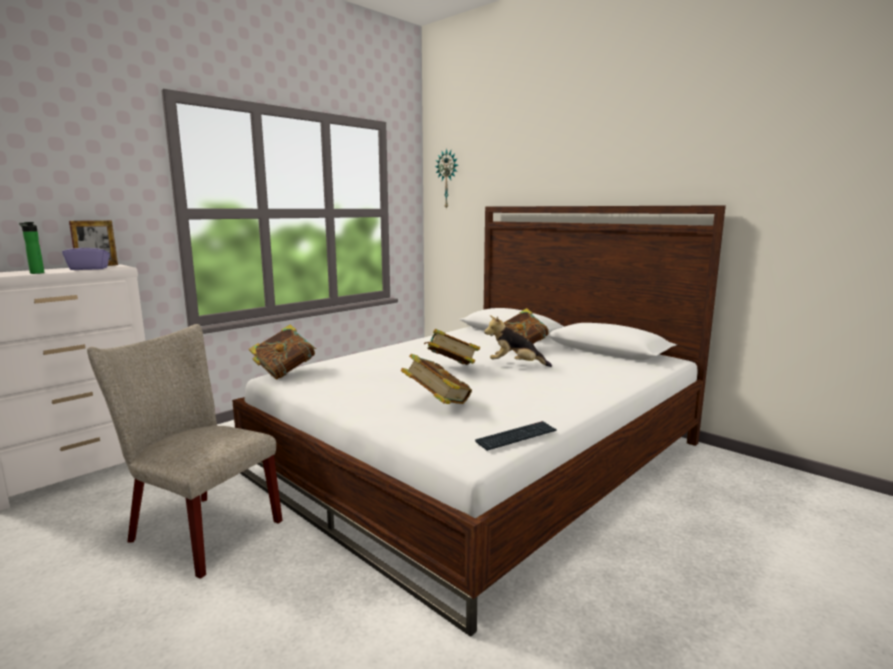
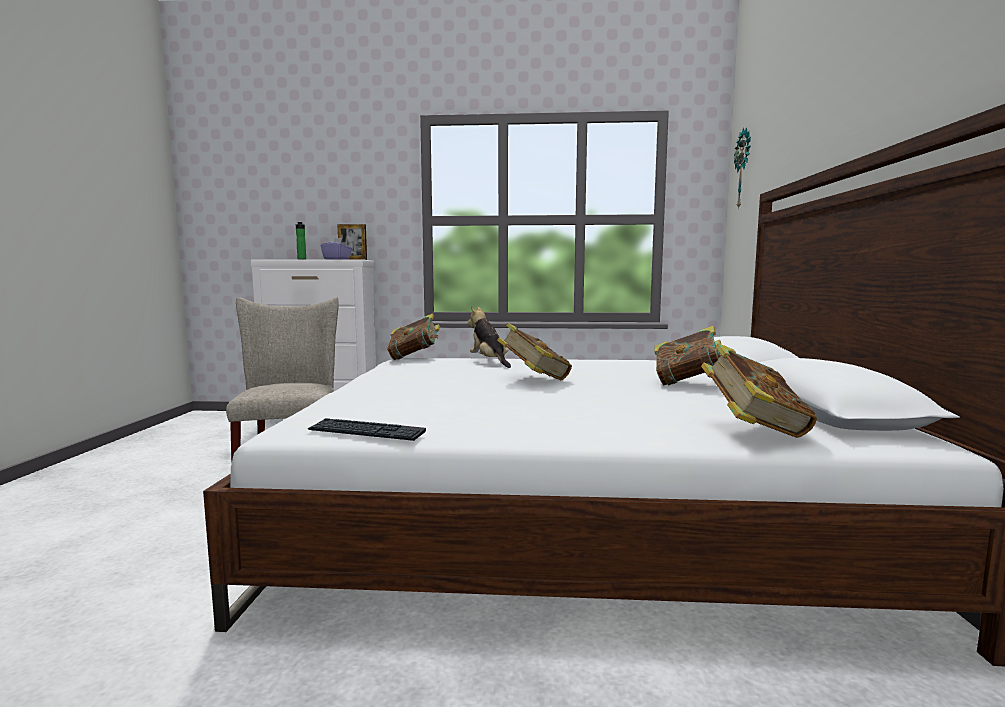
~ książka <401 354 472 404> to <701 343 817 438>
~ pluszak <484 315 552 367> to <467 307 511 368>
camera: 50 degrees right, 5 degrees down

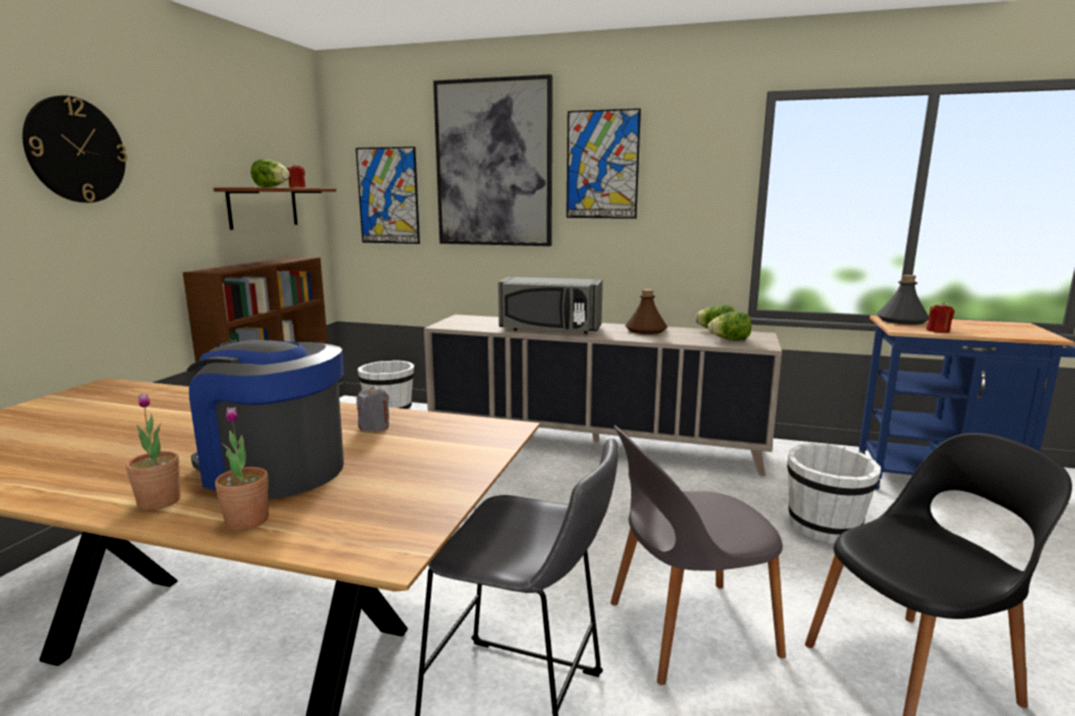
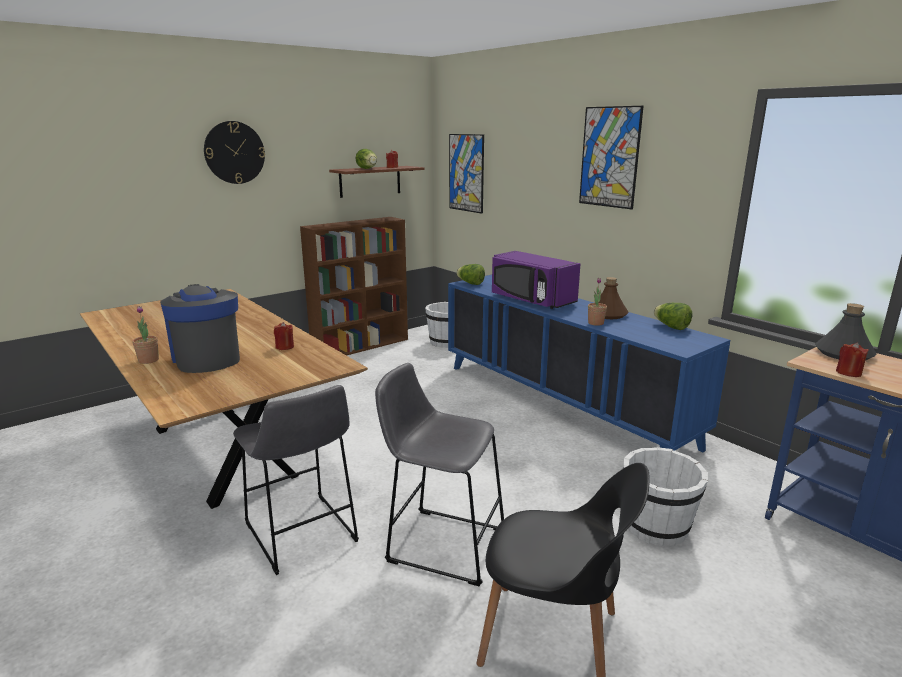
~ roślina doniczkowa <215 407 269 531> to <588 278 607 326>
~ świeca/szary <356 386 389 432> to świeca/czerwony <274 322 294 350>
~ szafka/beżowy <424 314 782 476> to szafka/niebieski <448 275 730 452>
- obraz <433 74 553 246>
~ mikrofalówka/szary <498 277 603 334> to mikrofalówka/fioletowy <492 251 580 309>
~ krzesło/szary <611 426 786 685> to stołek/szary <375 363 504 586>
~ sałata <708 311 751 341> to <456 264 485 285>
camera: 35 degrees right, 5 degrees up

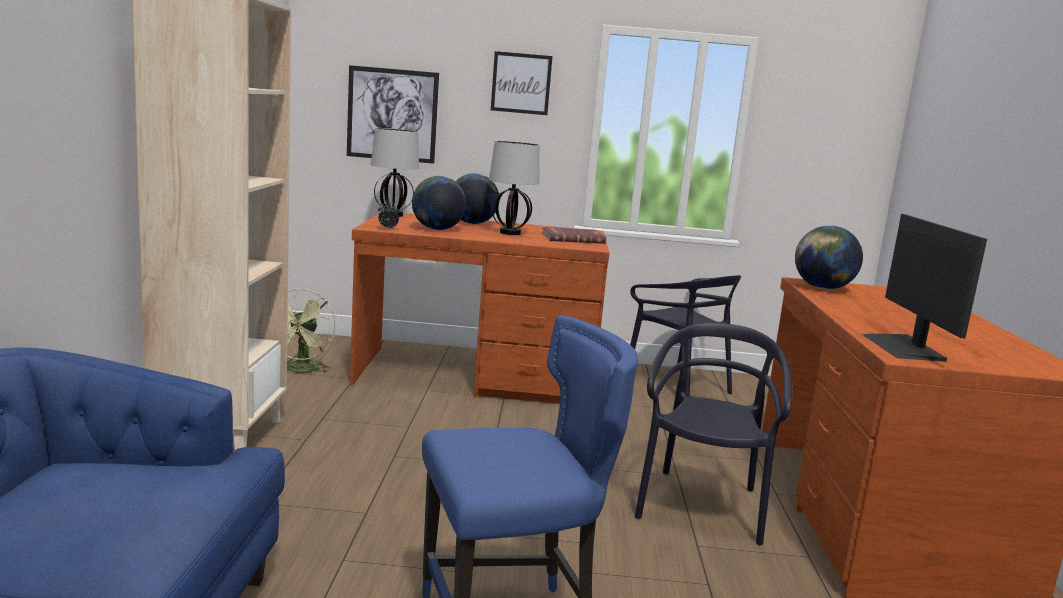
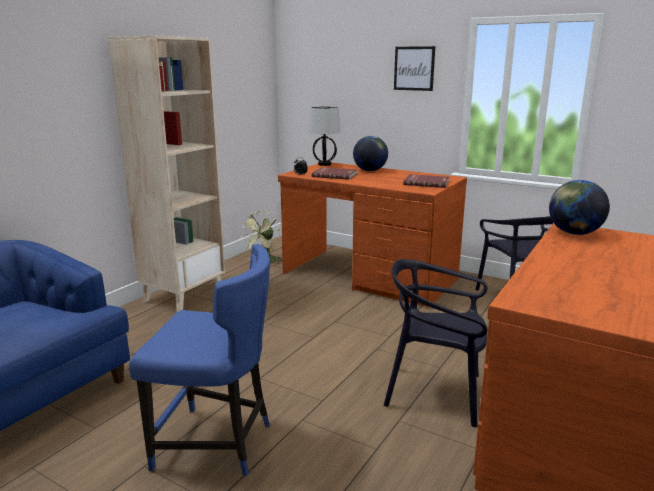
- obraz <347 65 439 164>
~ globus <412 176 466 230> to książka/czerwony <312 167 357 180>
- lampa stołowa <489 141 540 235>
~ krzesło/czarny <635 322 793 545> = <384 259 488 427> 120 degrees counterclockwise
- monitor <862 214 987 362>
camera: 30 degrees right, 5 degrees up

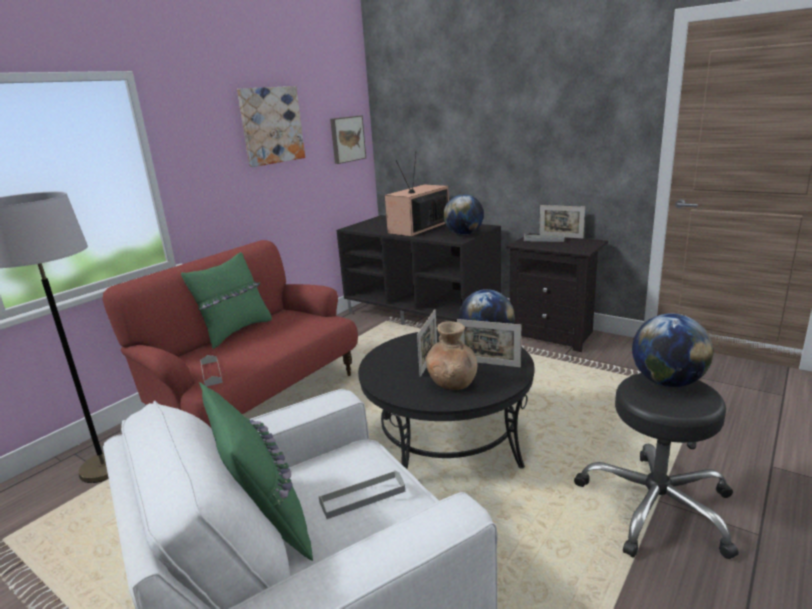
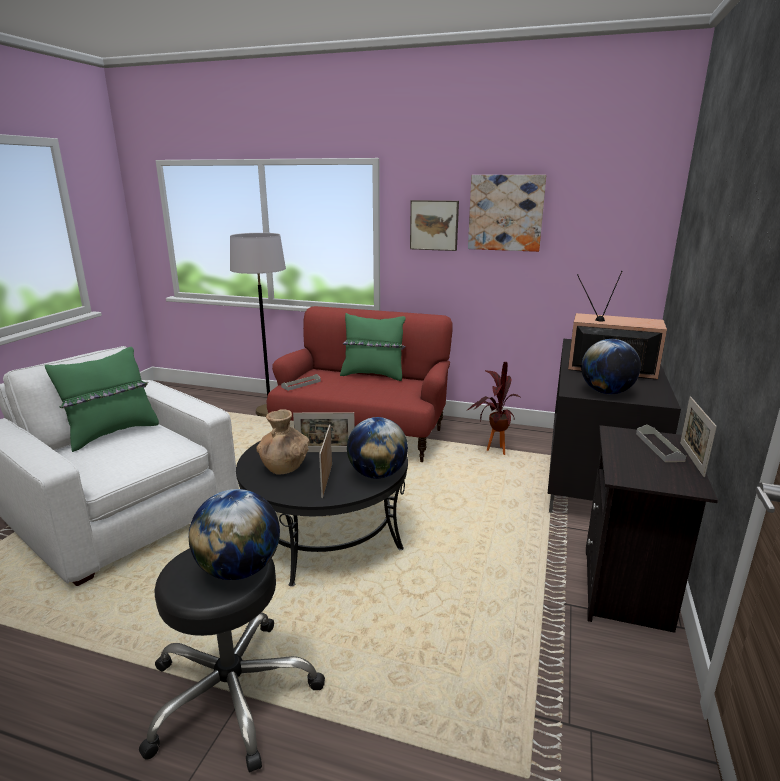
- taca/szary <319 470 405 519>
~ obraz <330 115 366 164> to <410 200 459 251>
+ roślina doniczkowa <466 362 520 455>
camera: 70 degrees right, 0 degrees up

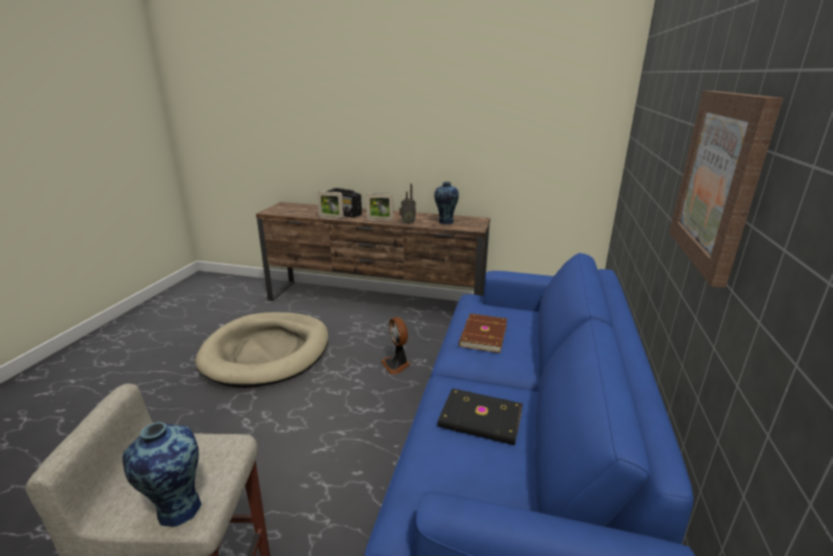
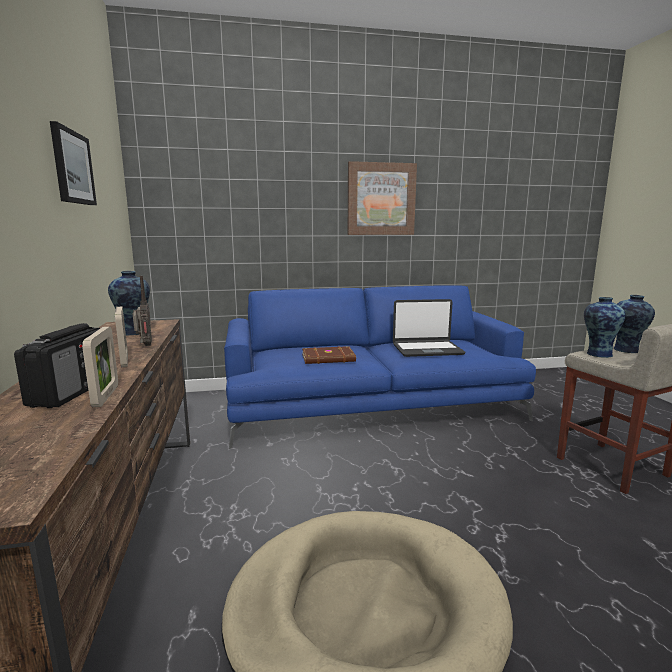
- wentylator <381 317 410 375>
~ książka/czarny <438 388 523 445> to laptop <393 299 465 357>
+ obraz <50 121 97 205>
+ wazon <584 297 625 358>
camera: 115 degrees left, 10 degrees down

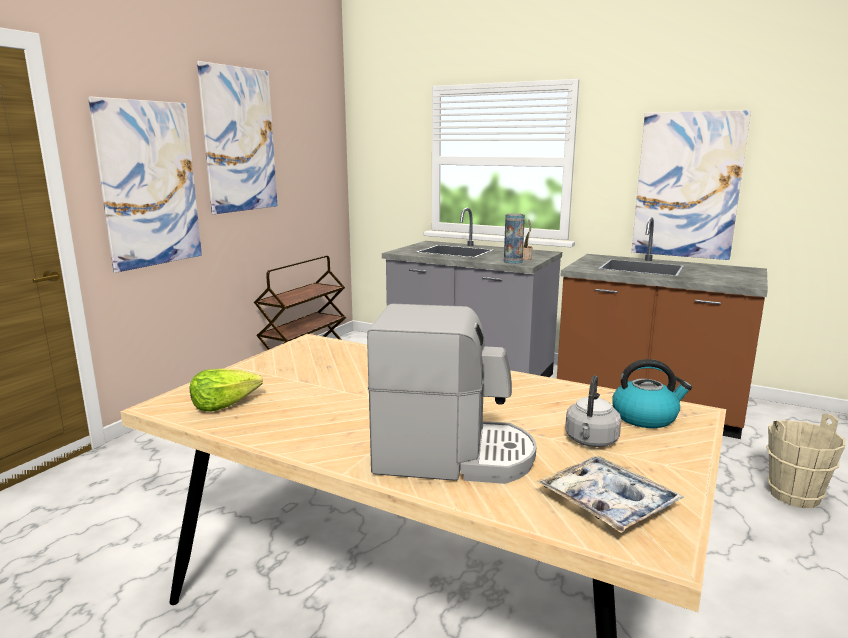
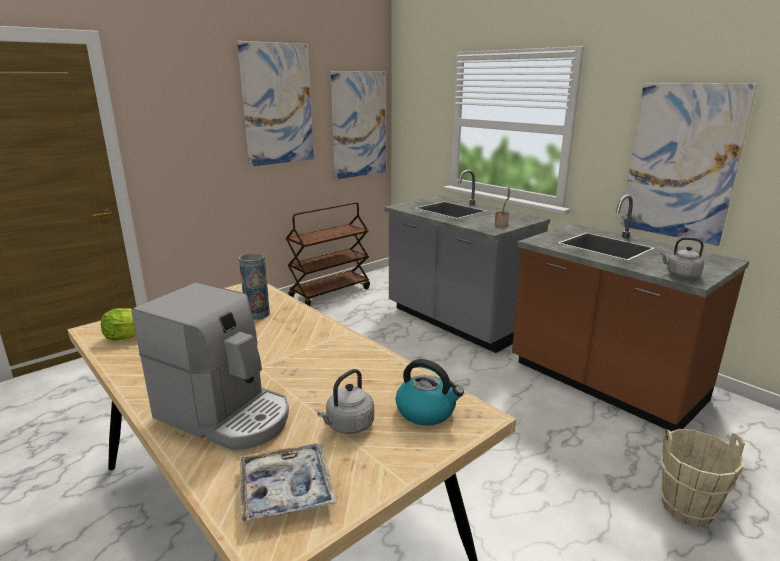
~ obraz <88 96 202 273> to <331 71 386 180>
~ wazon <504 213 525 264> to <239 253 270 320>
+ czajnik/szary <660 237 704 278>
camera: 20 degrees right, 5 degrees up

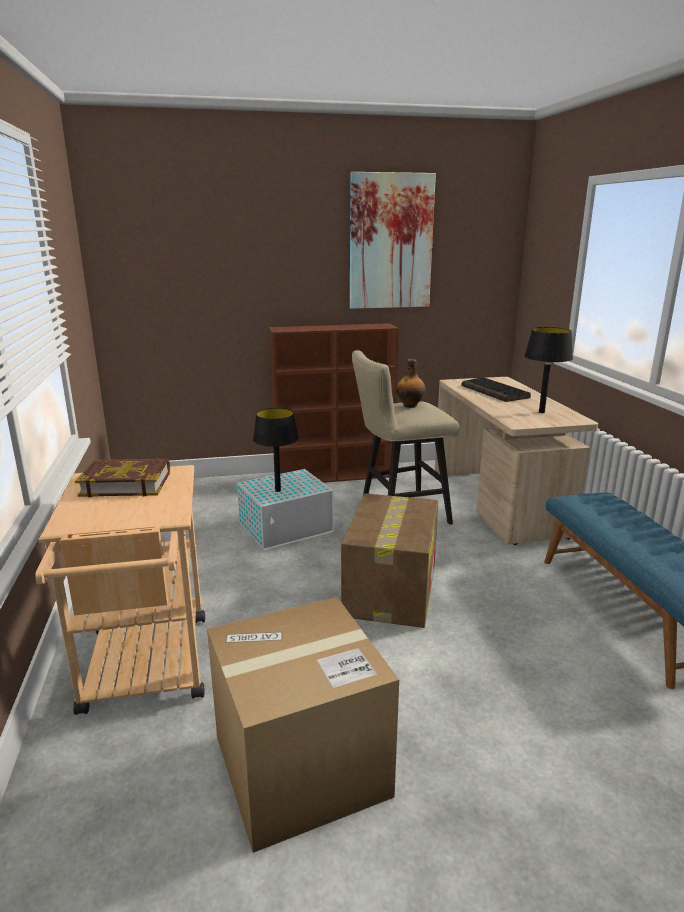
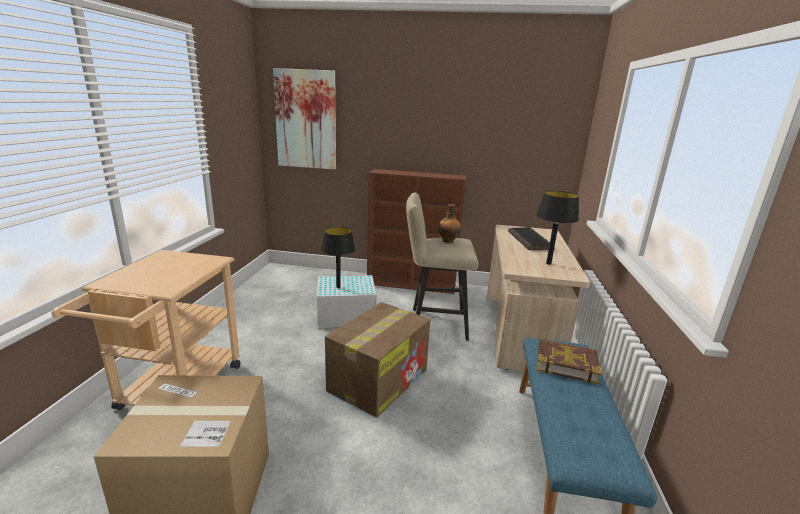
~ książka <75 458 170 497> to <537 339 602 384>
~ obraz <350 172 436 309> to <273 68 336 170>
camera: 20 degrees right, 0 degrees up

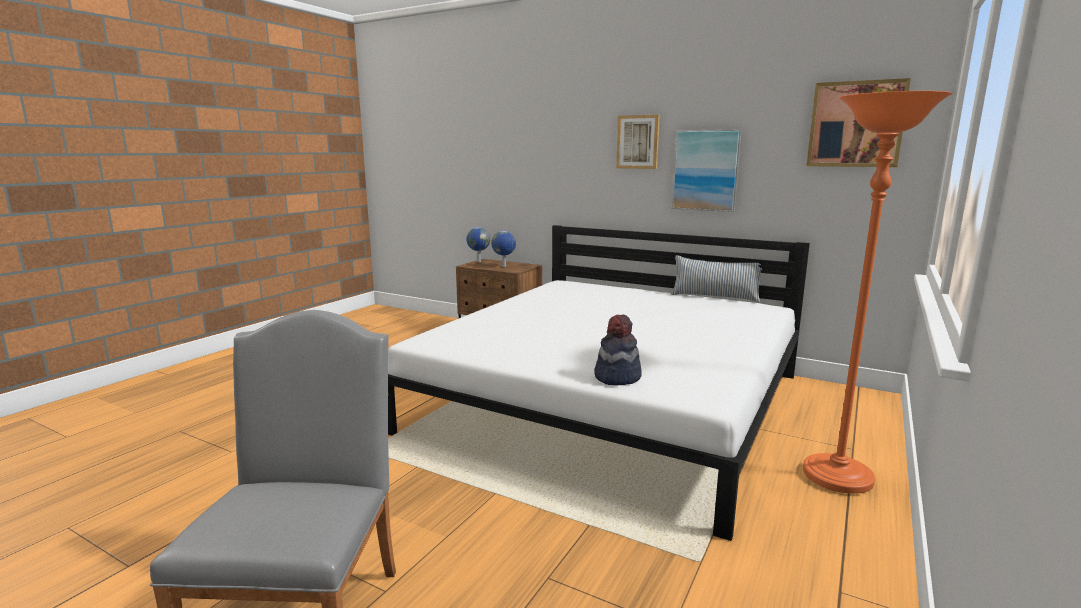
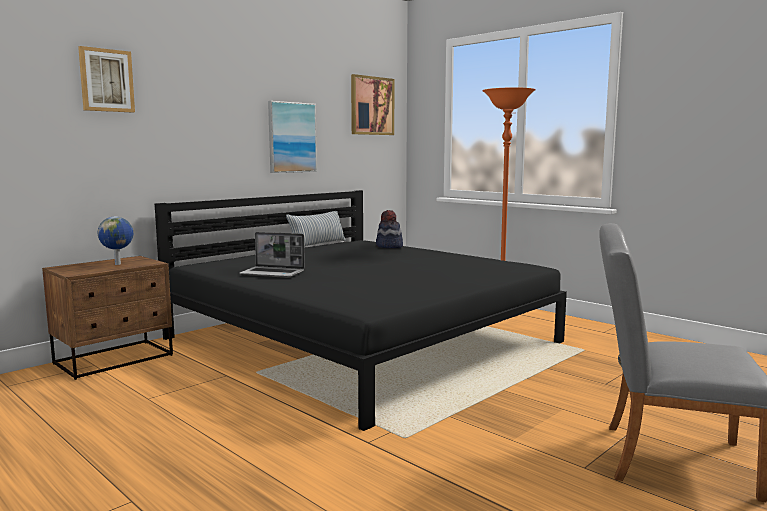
~ łóżko/biały <388 225 810 541> to łóżko/czarny <154 190 567 431>
- globus <466 227 490 262>
~ kapelusz <594 314 642 385> to <376 210 403 248>
~ obraz <616 115 660 169> to <78 46 135 112>
+ laptop <239 232 305 278>
camera: 75 degrees left, 5 degrees down

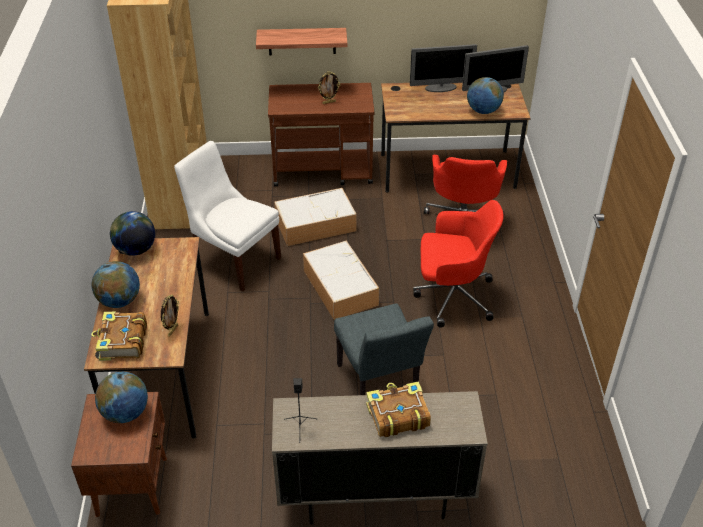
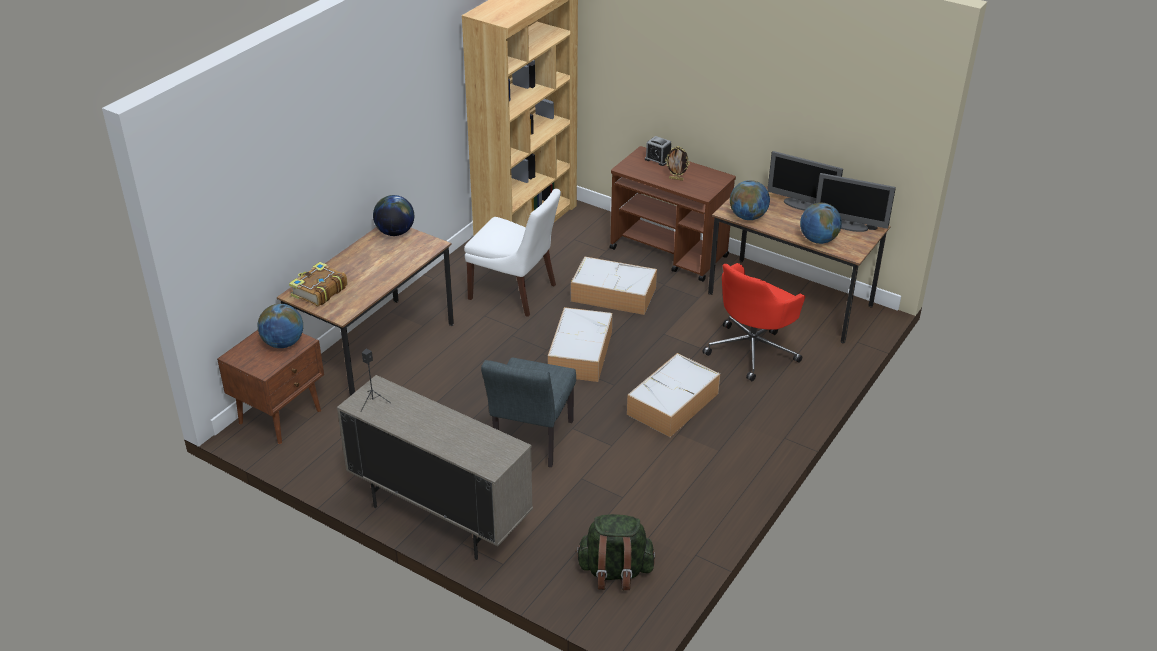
~ globus <91 261 140 308> to <730 180 770 220>
- ramka na zdjęcie <161 295 179 336>
~ krzesło/biały <174 141 281 292> = <464 189 561 317> 135 degrees clockwise
- półka <256 28 347 56>
- książka <366 381 431 437>
~ krzesło biurowe/czerwony <413 200 504 327> to pojemnik do przechowywania <627 353 720 437>
+ plecak/zielony <575 514 655 590>
+ budzik <645 136 671 166>
camera: 35 degrees right, 5 degrees down

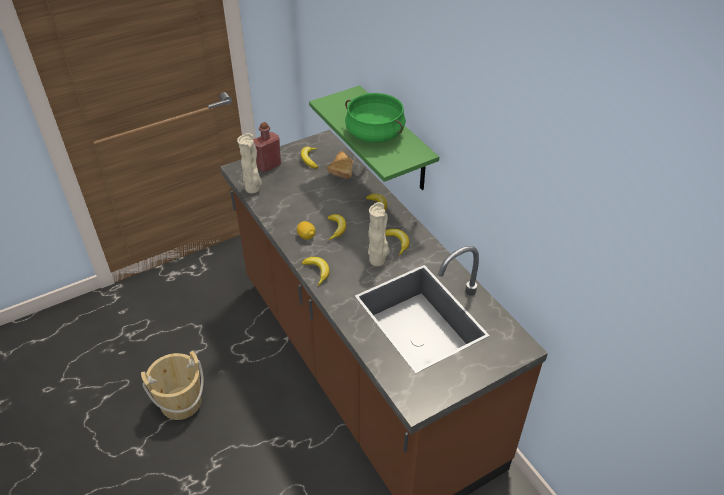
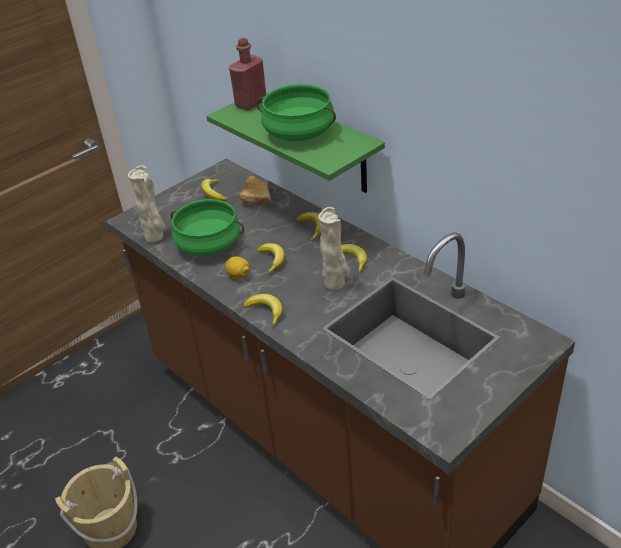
~ butelka/czerwony <253 122 281 172> to <229 38 266 111>
+ garnek/zielony <171 199 244 256>
camera: 10 degrees left, 5 degrees down

